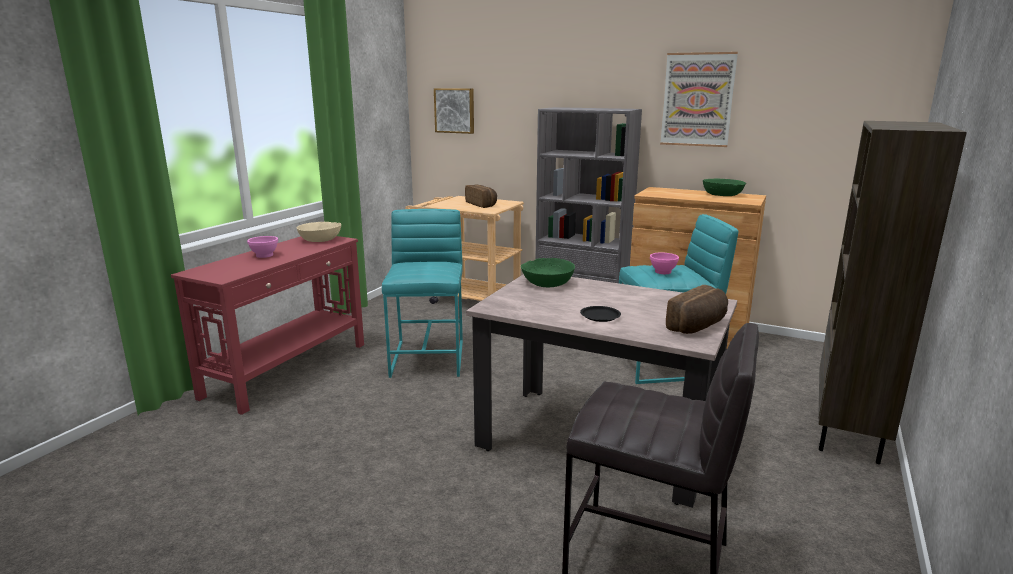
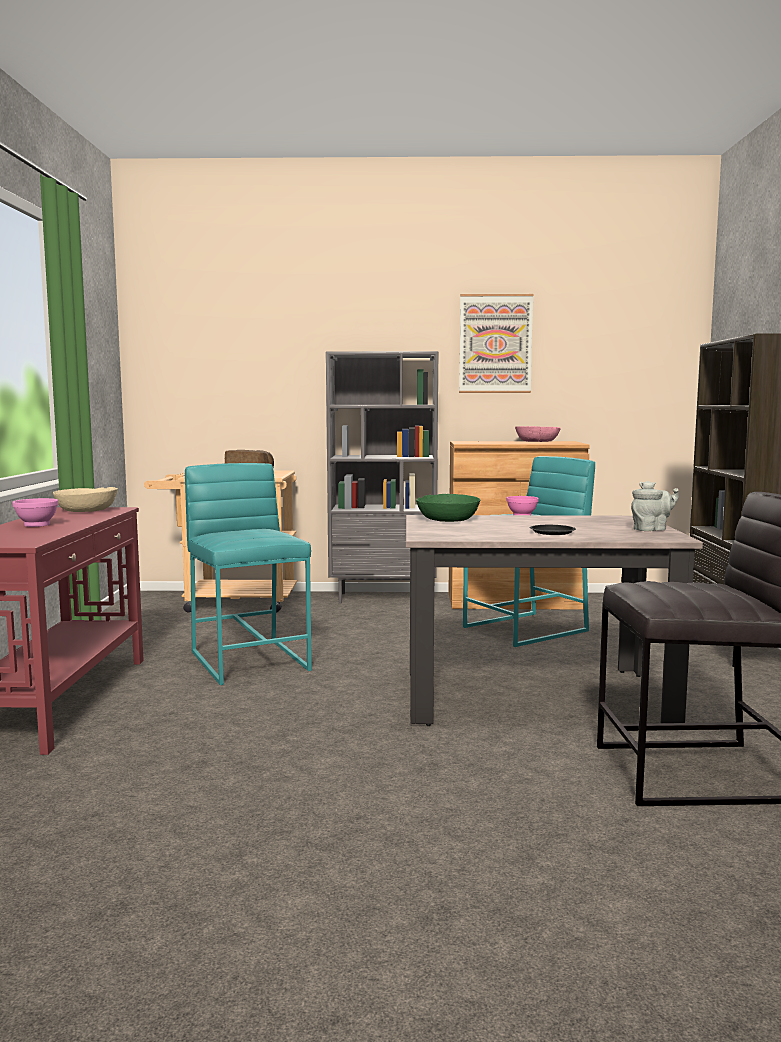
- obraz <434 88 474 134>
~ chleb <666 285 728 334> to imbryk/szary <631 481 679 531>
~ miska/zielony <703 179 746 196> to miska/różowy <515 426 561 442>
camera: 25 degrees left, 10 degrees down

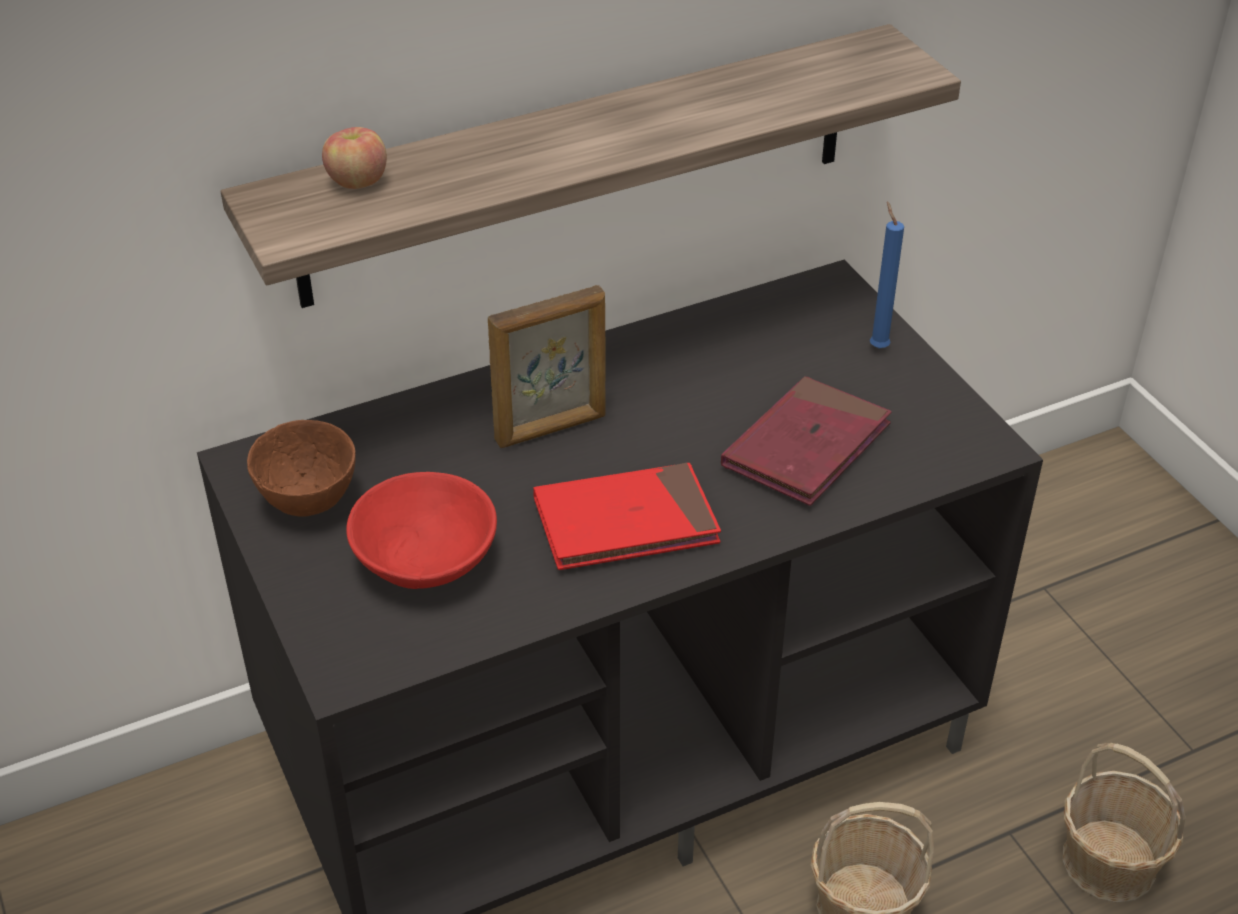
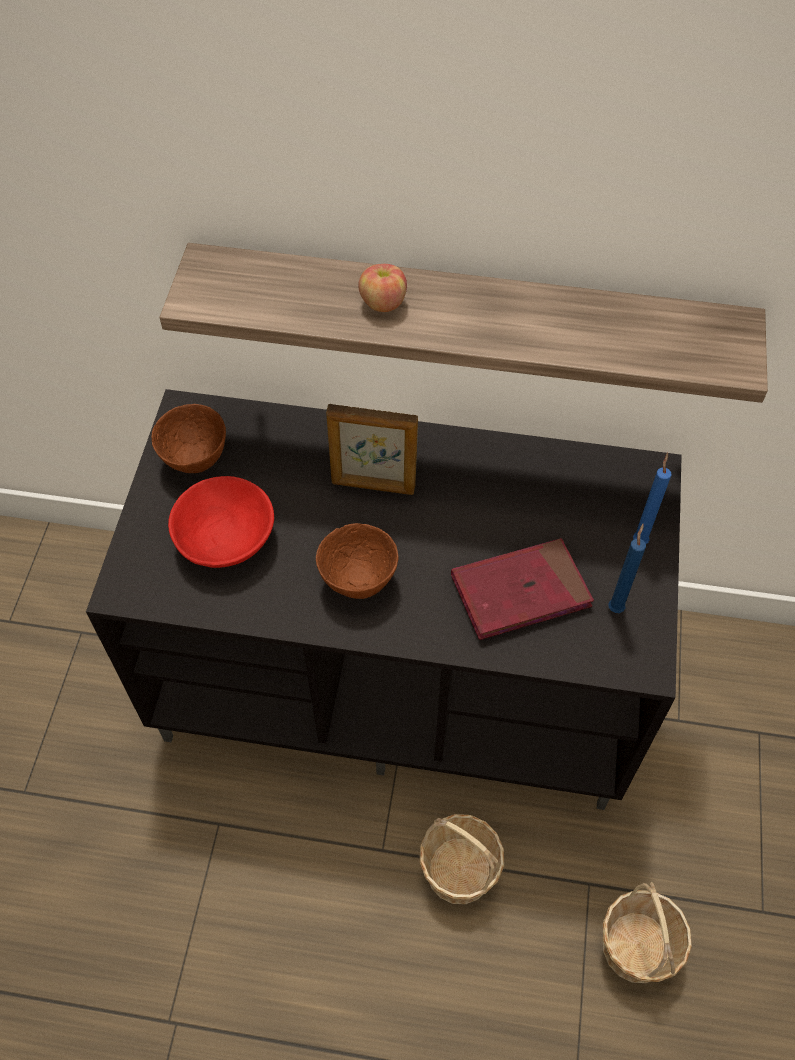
~ jabłko <322 127 387 189> to <358 264 407 312>
~ książka/czerwony <533 463 721 570> to miska/brązowy <316 523 398 599>
+ świeca/niebieski <608 524 646 613>
camera: 35 degrees right, 15 degrees up

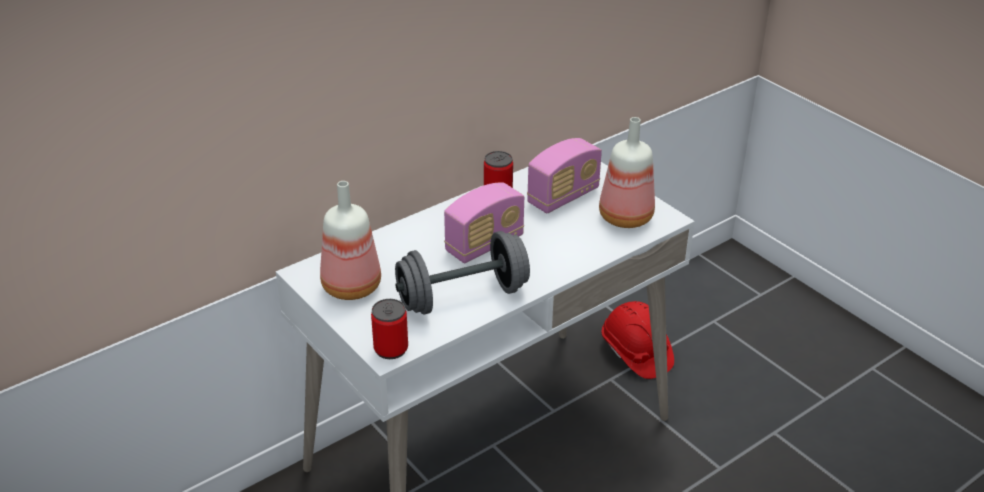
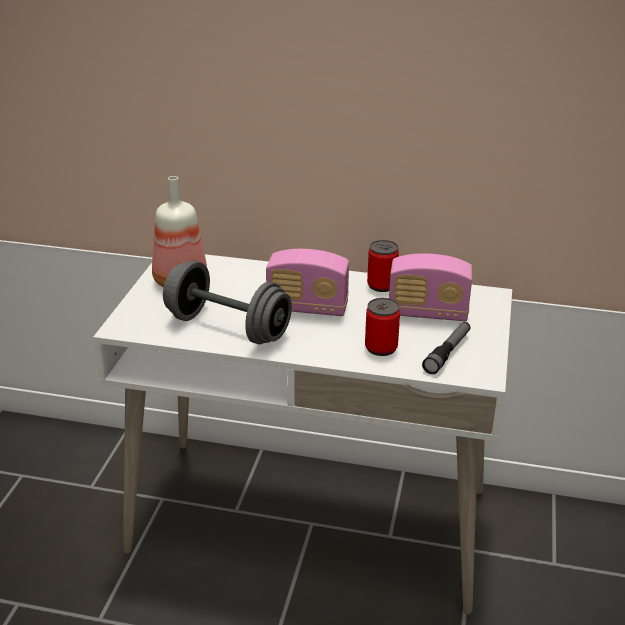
~ puszka <371 299 408 359> to <365 298 400 356>
~ butelka <599 117 655 228> to latarka <422 322 471 374>
- kask/czerwony <602 301 674 379>
camera: 50 degrees right, 5 degrees down

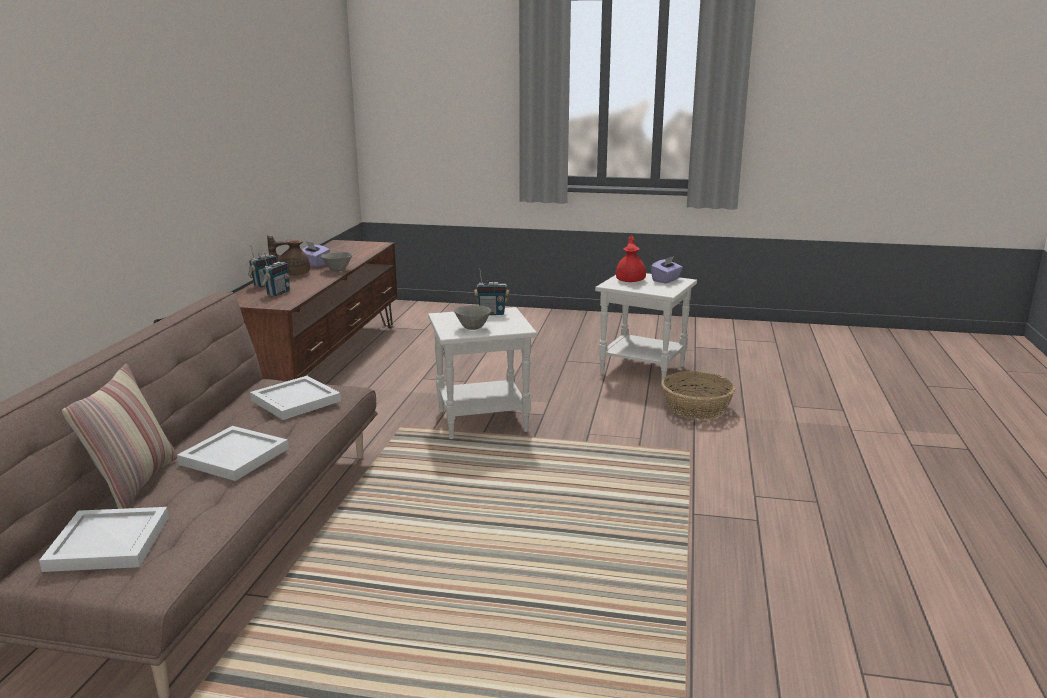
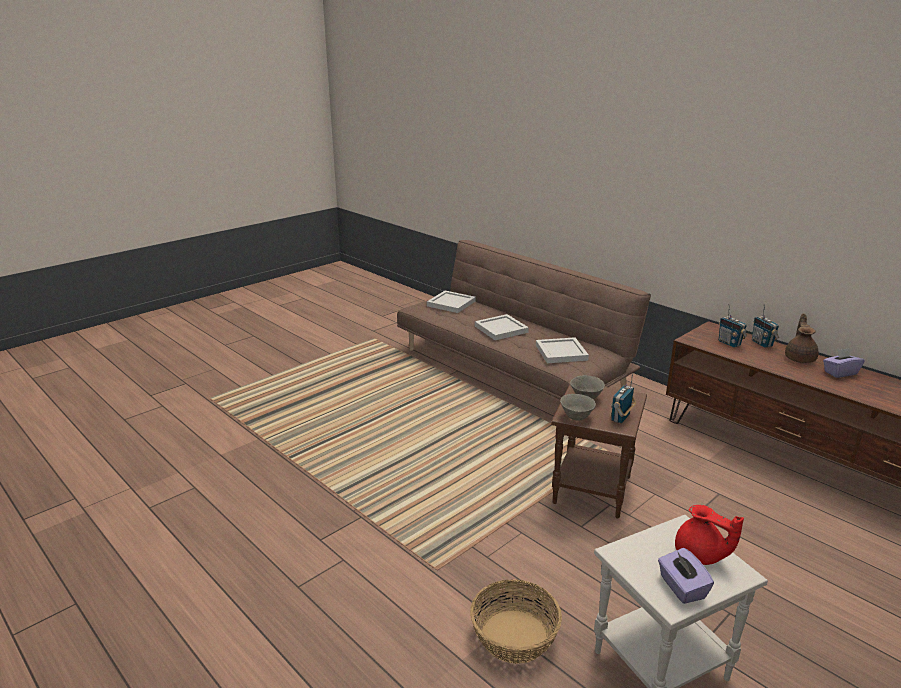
- poduszka <62 364 178 509>
~ miska/szary <321 252 353 271> to <560 394 596 421>
~ stolik/biały <428 307 537 439> to stolik/brązowy <551 384 647 519>
camera: 125 degrees right, 5 degrees up

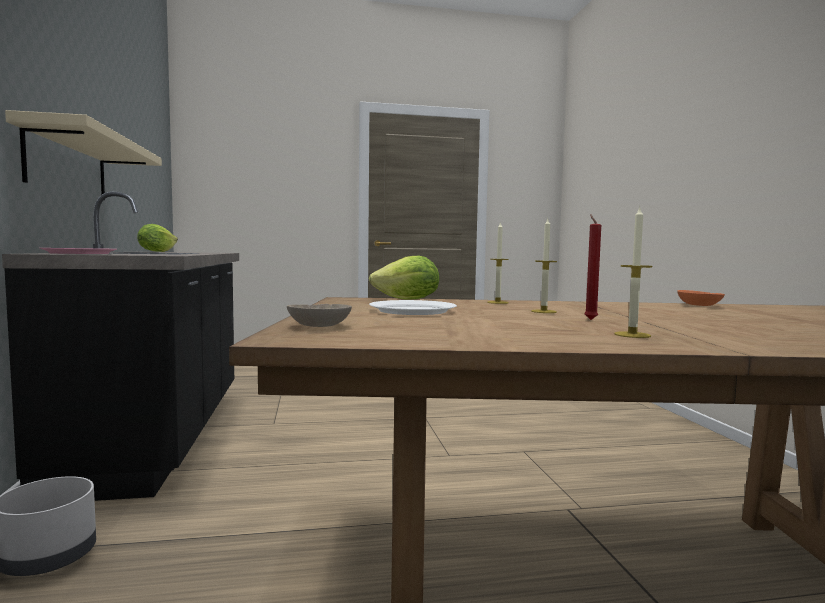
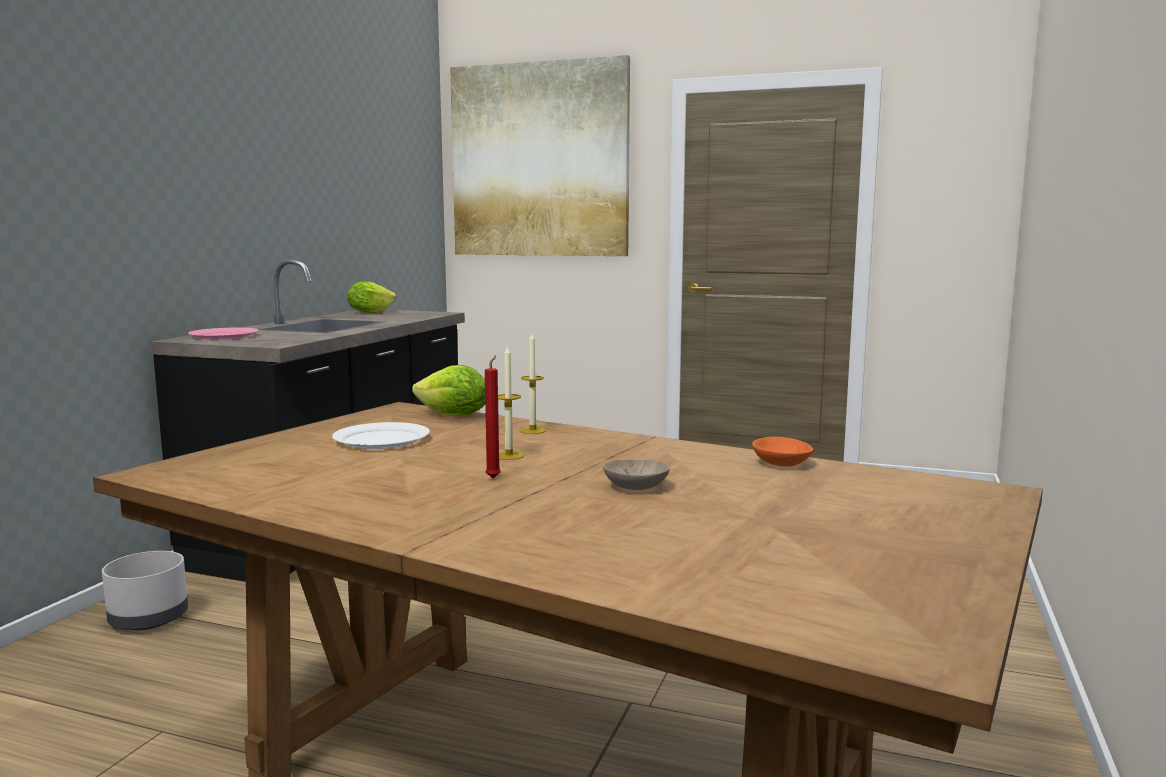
- półka/beżowy <5 110 162 194>
~ miska/beżowy <287 304 352 327> to <603 459 670 490>
- świeca <614 208 652 338>
+ obraz <450 55 630 256>
camera: 30 degrees right, 5 degrees up

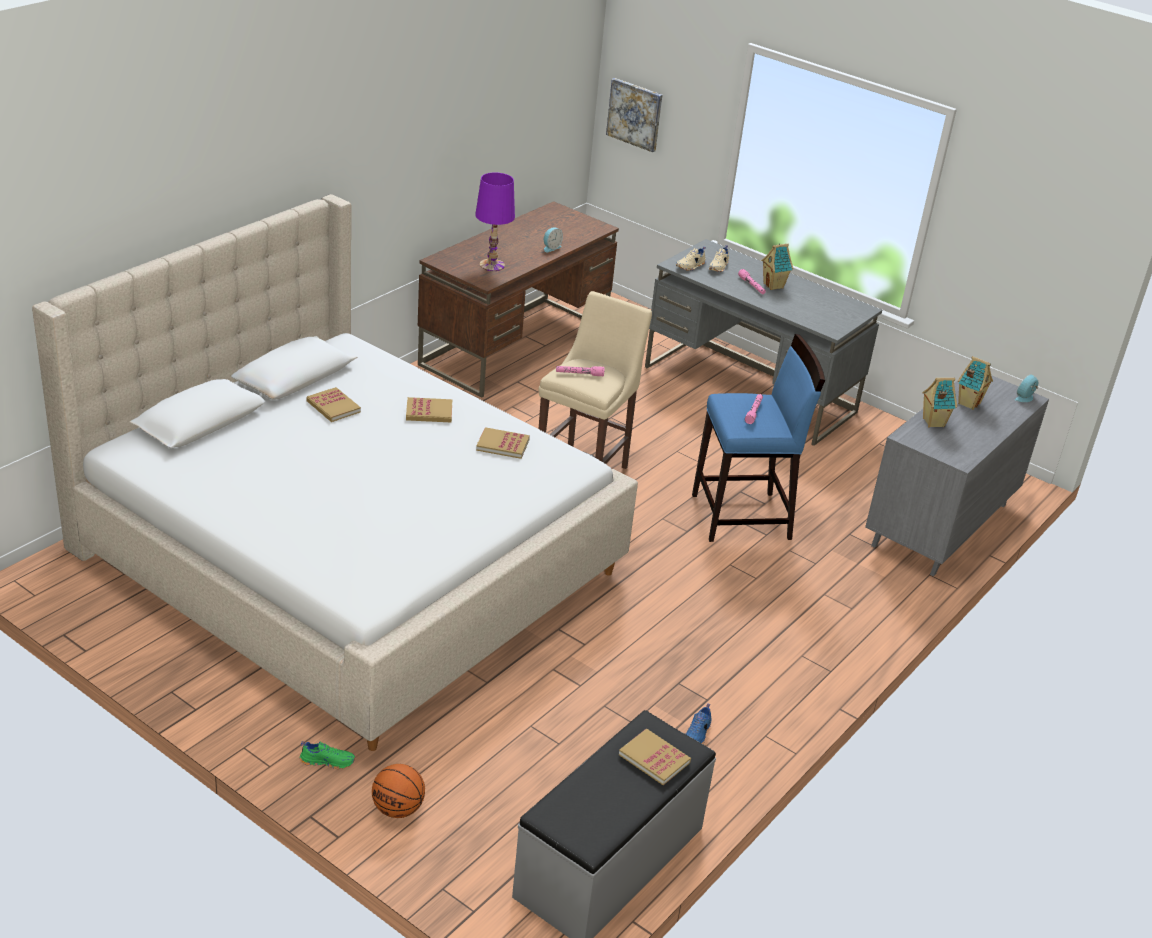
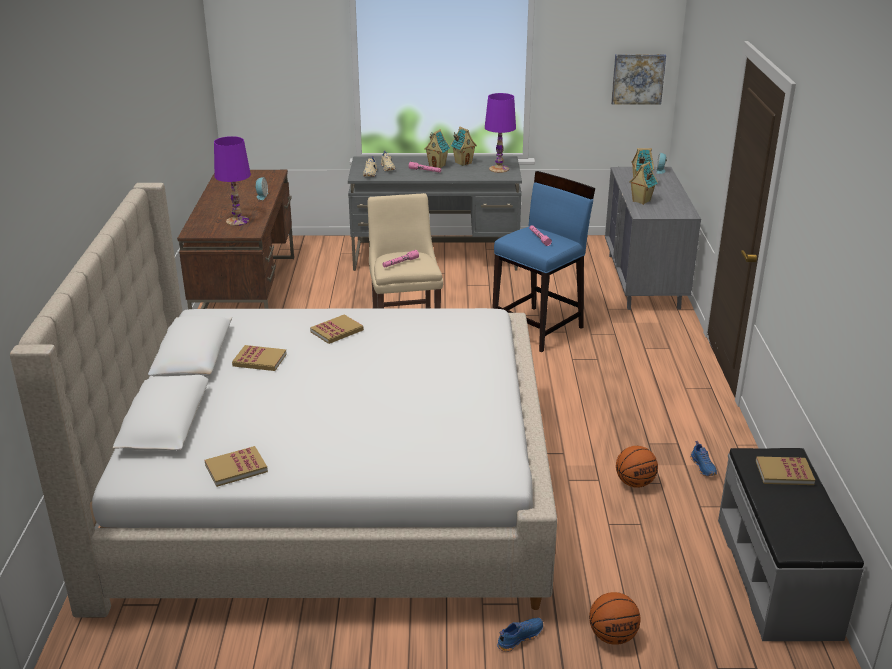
~ but/zielony <299 741 355 769> to but/niebieski <497 618 543 652>
~ książka <476 427 530 459> to <204 446 268 487>
~ obraz <606 78 662 152> to <611 54 666 105>
+ domek <450 127 477 166>
+ lampa stołowa/fioletowy <485 93 516 173>
+ piłka do koszykówki <616 446 658 488>
camera: 35 degrees left, 5 degrees down

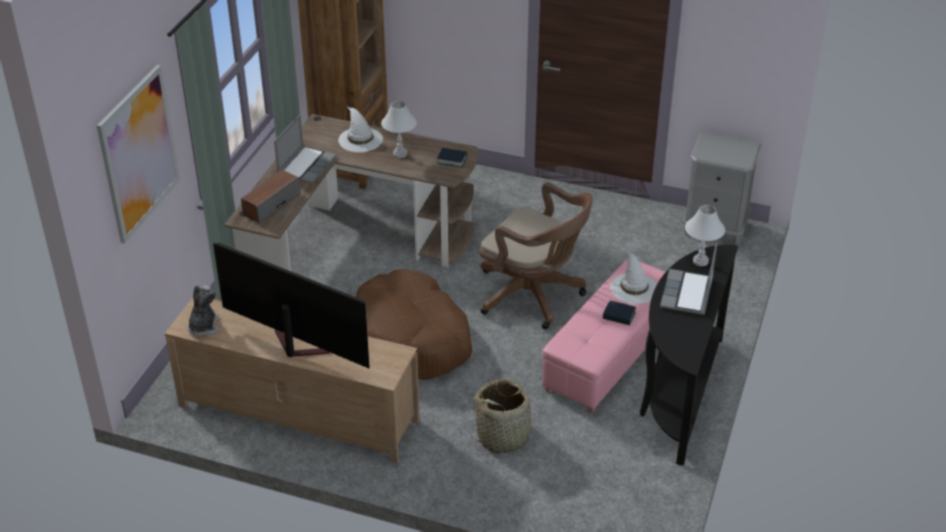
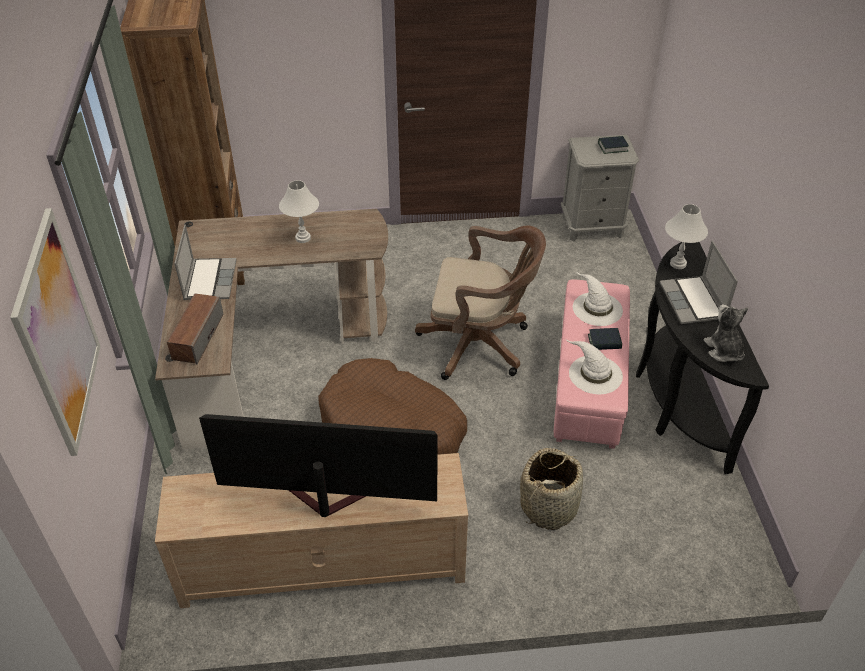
~ pluszak <188 285 219 336> to <704 304 748 362>
~ kapelusz/biały <338 106 383 152> to <566 340 623 394>
~ książka <437 148 467 168> to <598 136 629 154>
camera: 25 degrees left, 5 degrees up

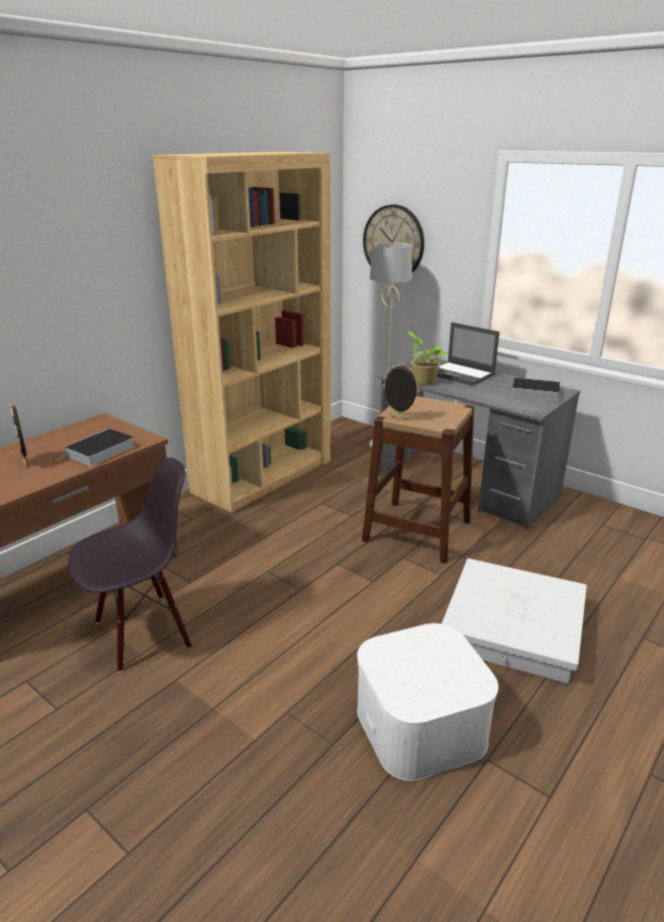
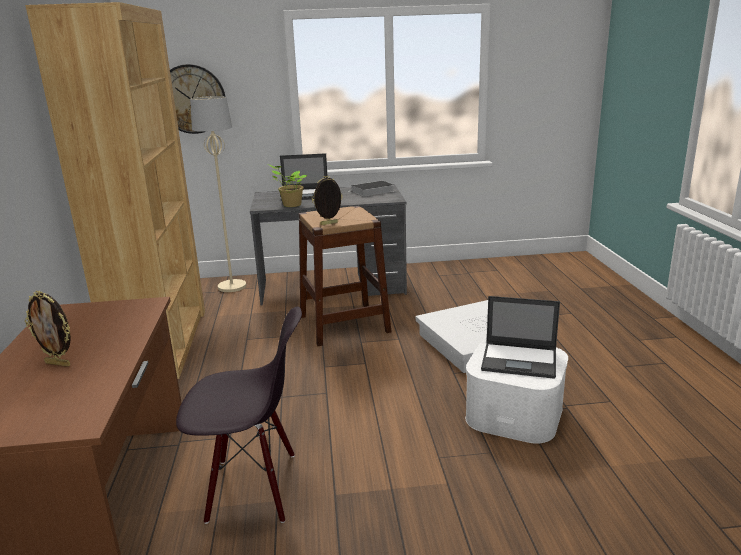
- książka <62 429 135 466>
~ krzesło/czarny <68 458 192 673> = <176 306 302 524> 75 degrees clockwise
+ laptop <481 296 560 379>
camera: 45 degrees left, 5 degrees down

